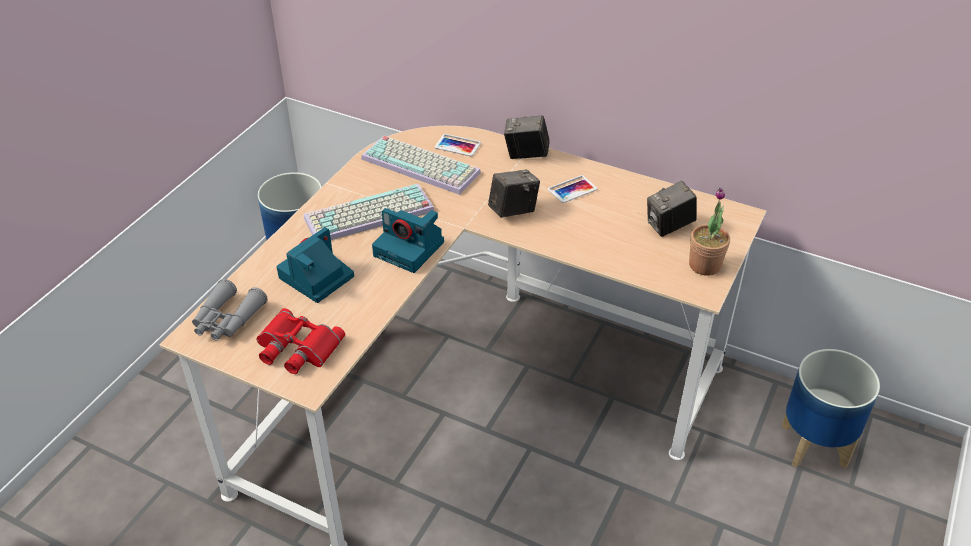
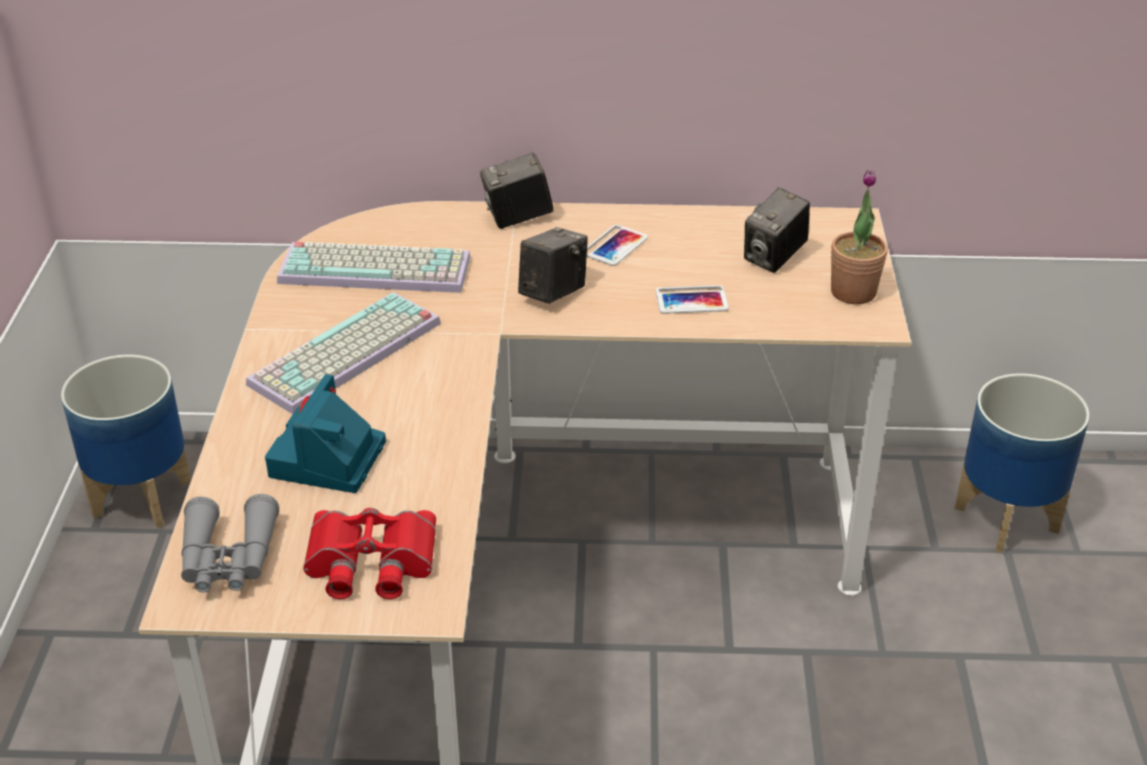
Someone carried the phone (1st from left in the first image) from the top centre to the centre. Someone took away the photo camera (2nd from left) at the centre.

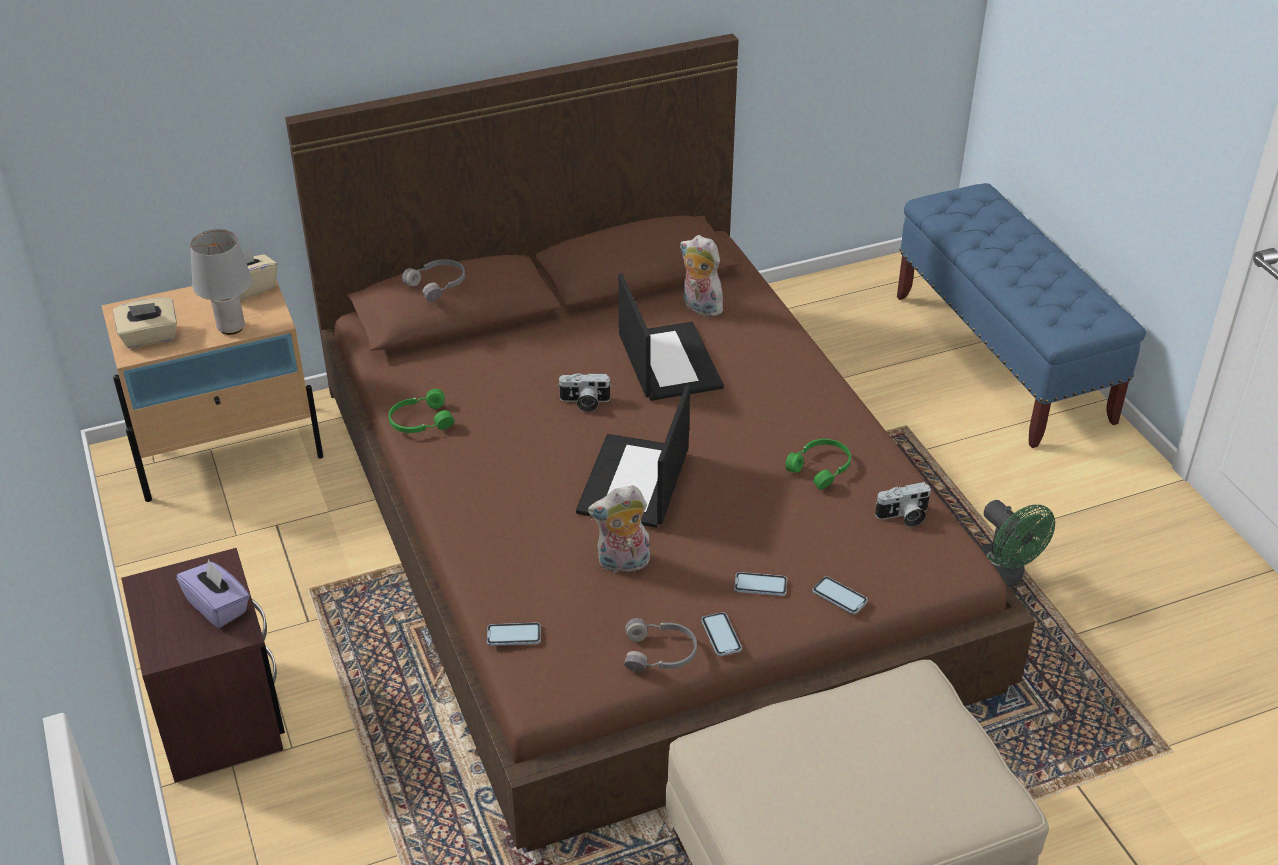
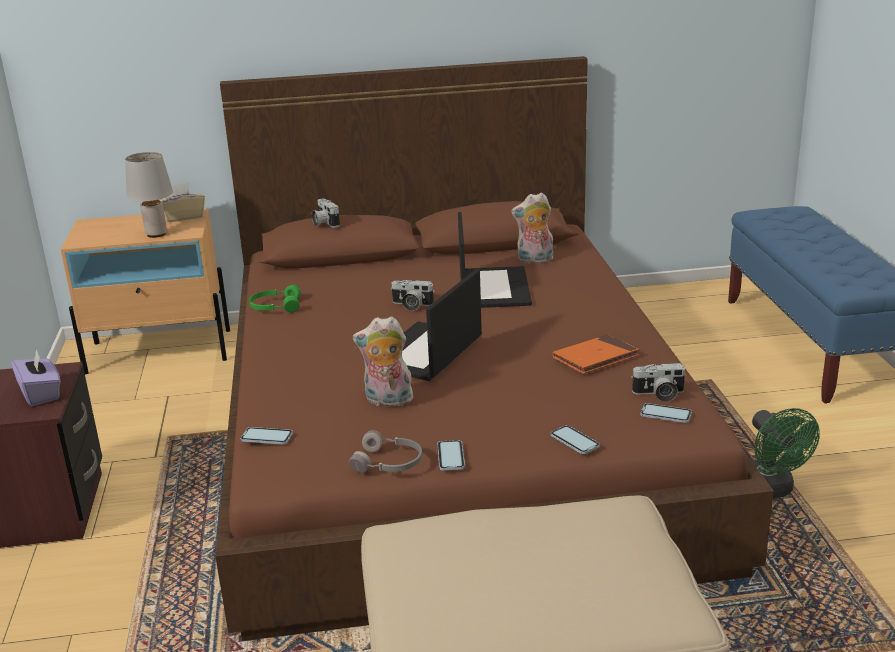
Someone rotated the plush toy (2nd from left) at the top centre by 60 degrees counterclockwise. Someone swapped the headphones/grey (1st from left) at the top centre for the photo camera (1st from left) at the top centre. Someone took away the tissue box/beige (1st from left) at the middle left. Someone swapped the headphones/green (2nd from left) at the centre for the book/orange at the centre. Someone carried the phone (3rd from left in the first image) from the bottom centre to the middle right.

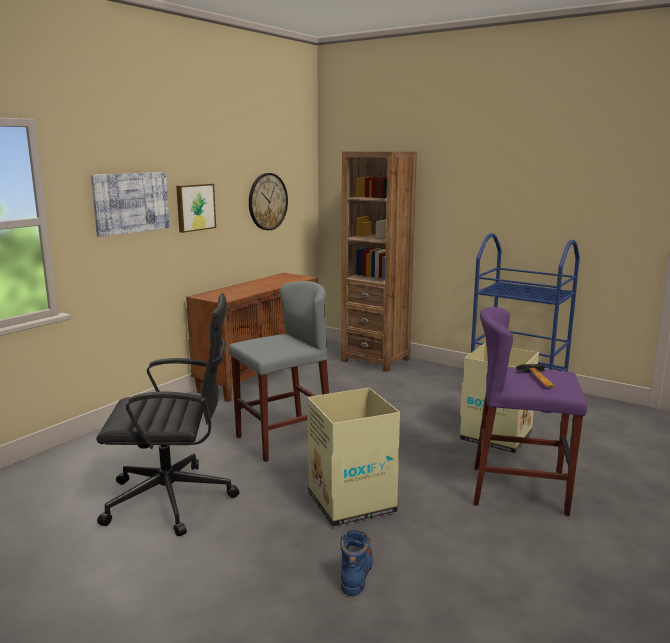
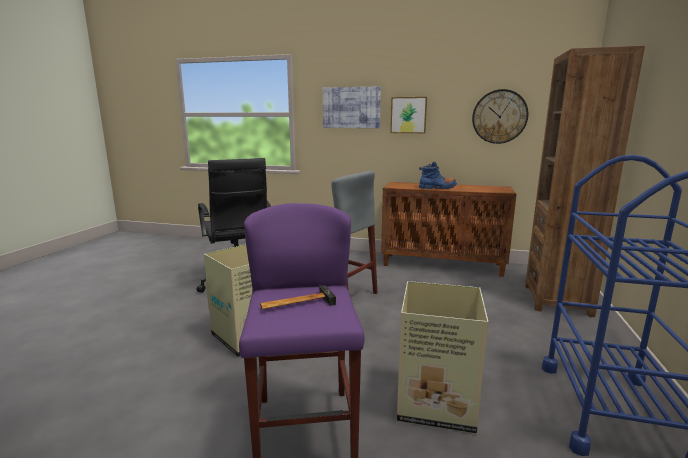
Someone carried the boot/blue from the bottom centre to the centre.

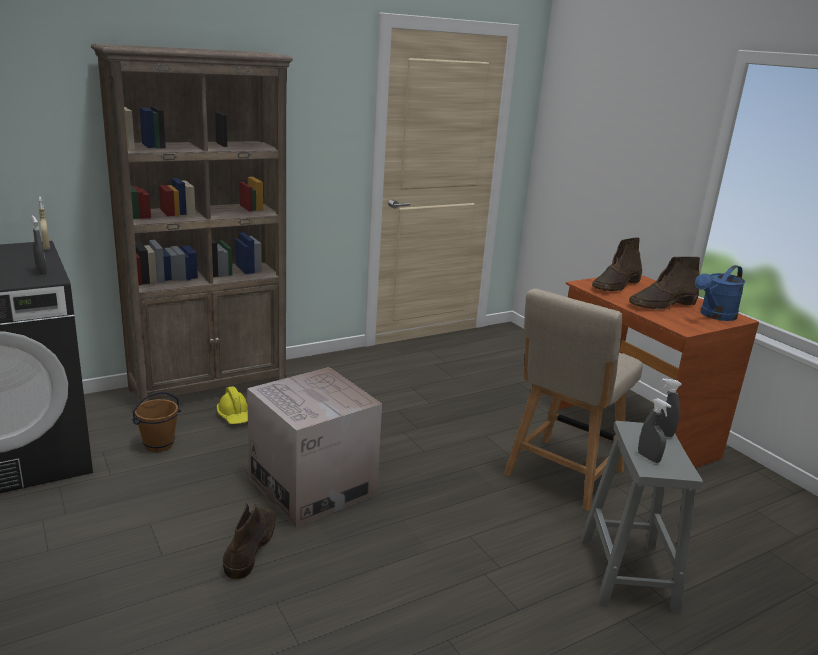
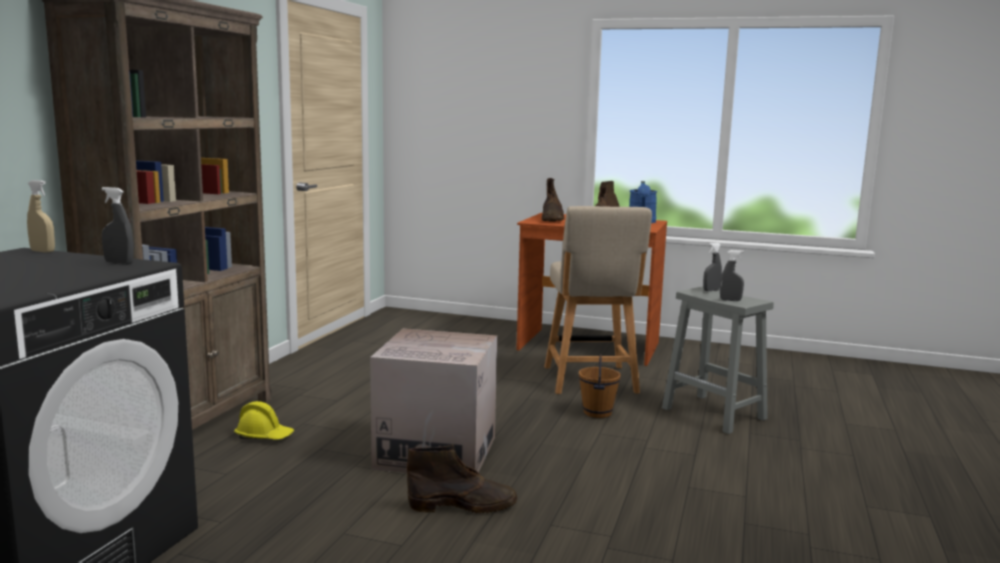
Someone carried the bucket/brown from the middle left to the bottom centre. Someone rotated the boot/brown (1st from left) at the bottom left by 120 degrees clockwise.

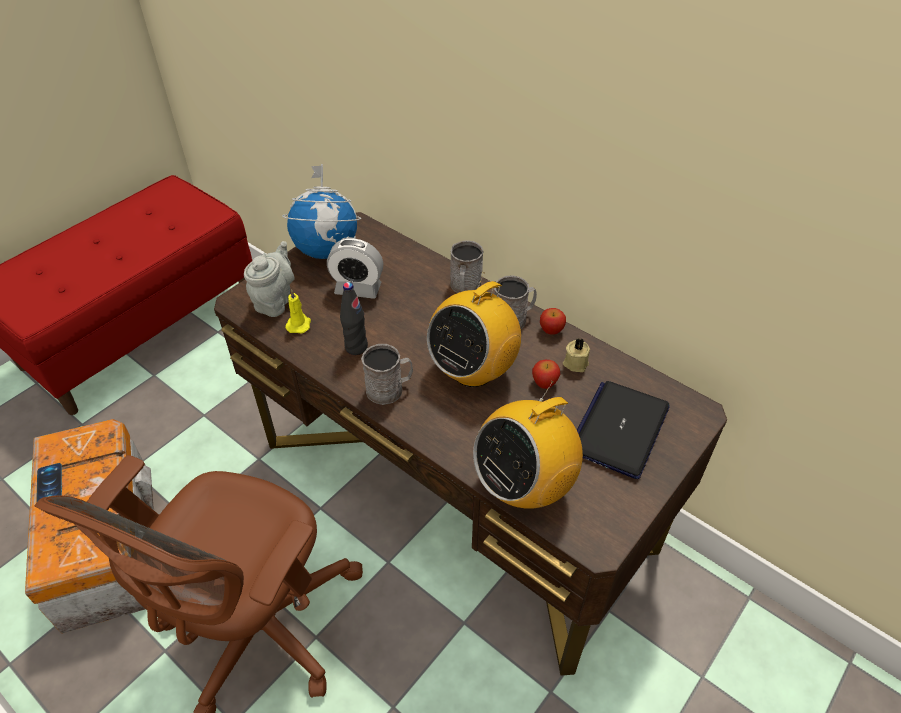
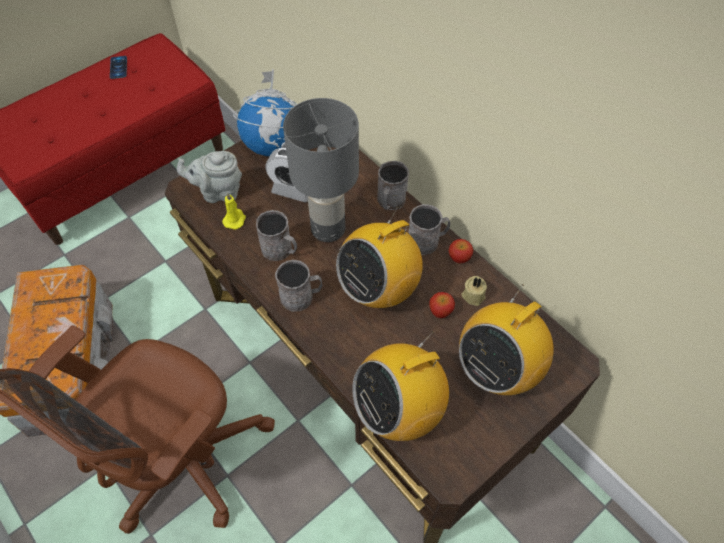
Someone rotated the teapot/grey at the middle left by 120 degrees counterclockwise. Someone swapped the bottle/black at the centre for the mug/grey (1st from left) at the centre. Someone swapped the laptop at the middle right for the radio (3rd from left) at the middle right. Someone carried the phone from the bottom left to the top left. Someone put down the table lamp/grey at the top centre.

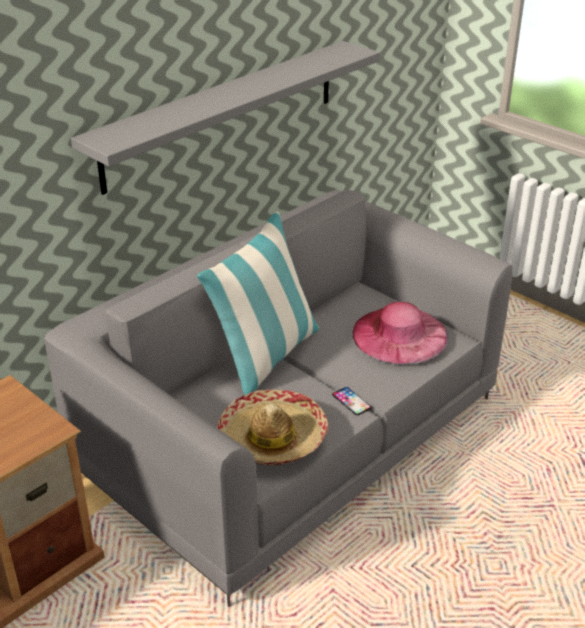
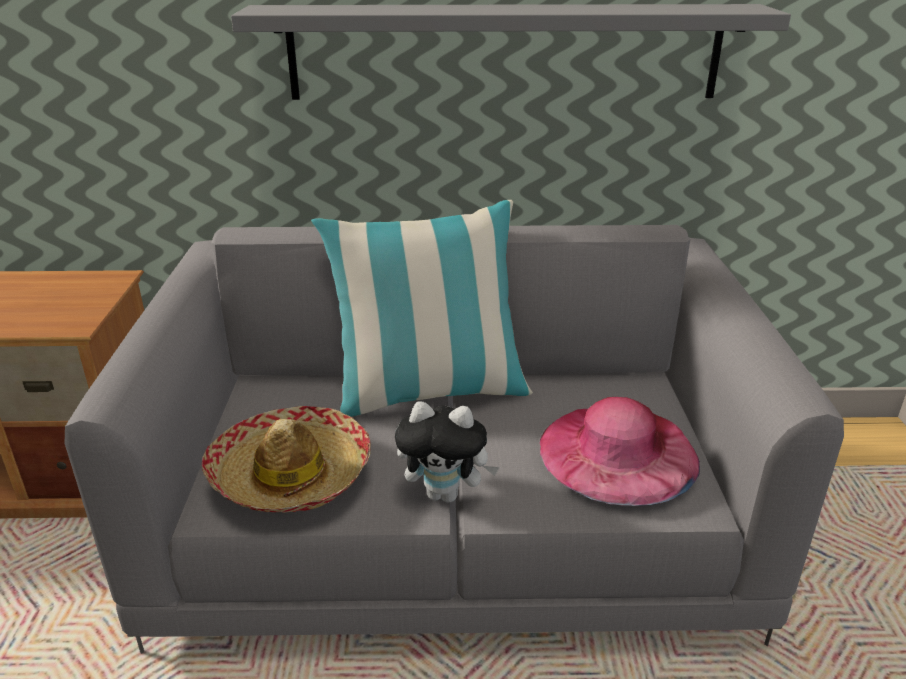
Someone swapped the phone at the centre for the plush toy at the centre.

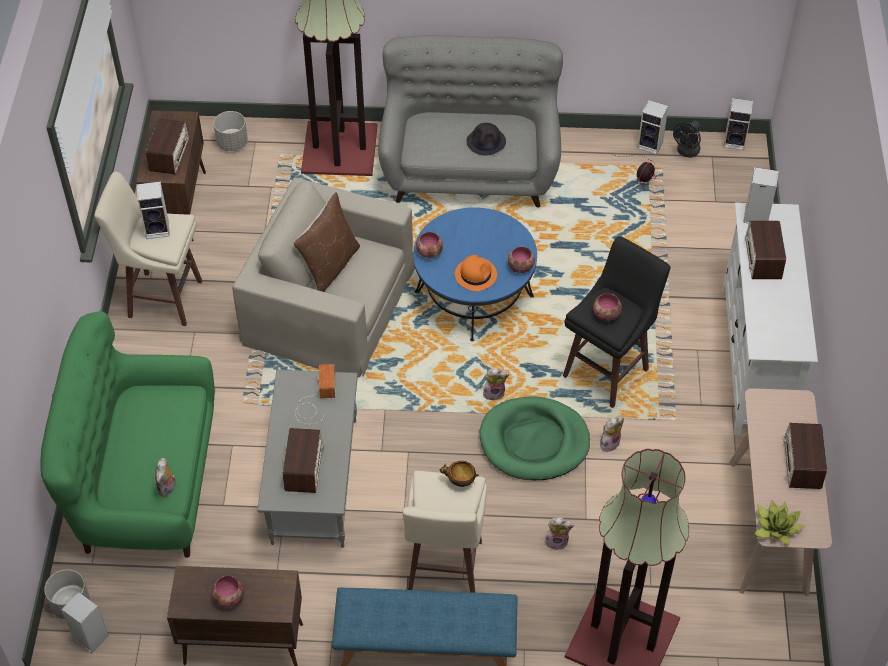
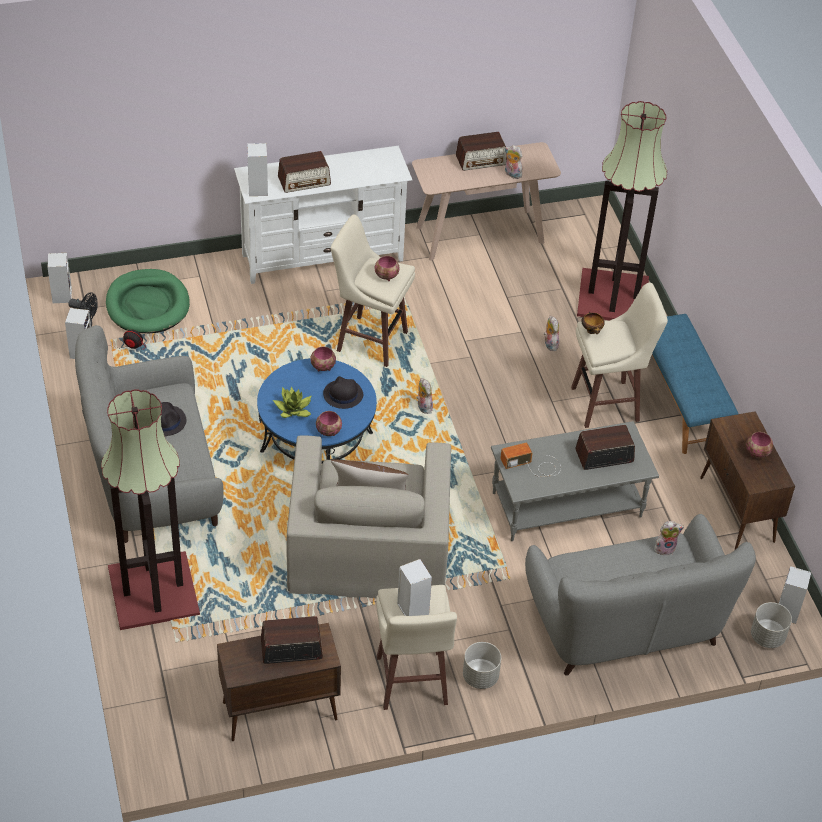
Someone carried the planter/grey (2nd from left in the first image) from the top left to the bottom centre. Someone repainted the stool/black at the middle right, which became the stool/beige (1st from left) at the centre. Someone repainted the hat/orange at the centre, which became the hat/black (2nd from left) at the centre. Someone repainted the sofa/green at the middle left, which became the sofa/grey (2nd from left) at the bottom right. Someone carried the dog bed/green from the centre to the middle left. Someone carried the plush toy (4th from left in the first image) from the middle right to the top centre. Someone carried the potted plant from the bottom right to the centre.

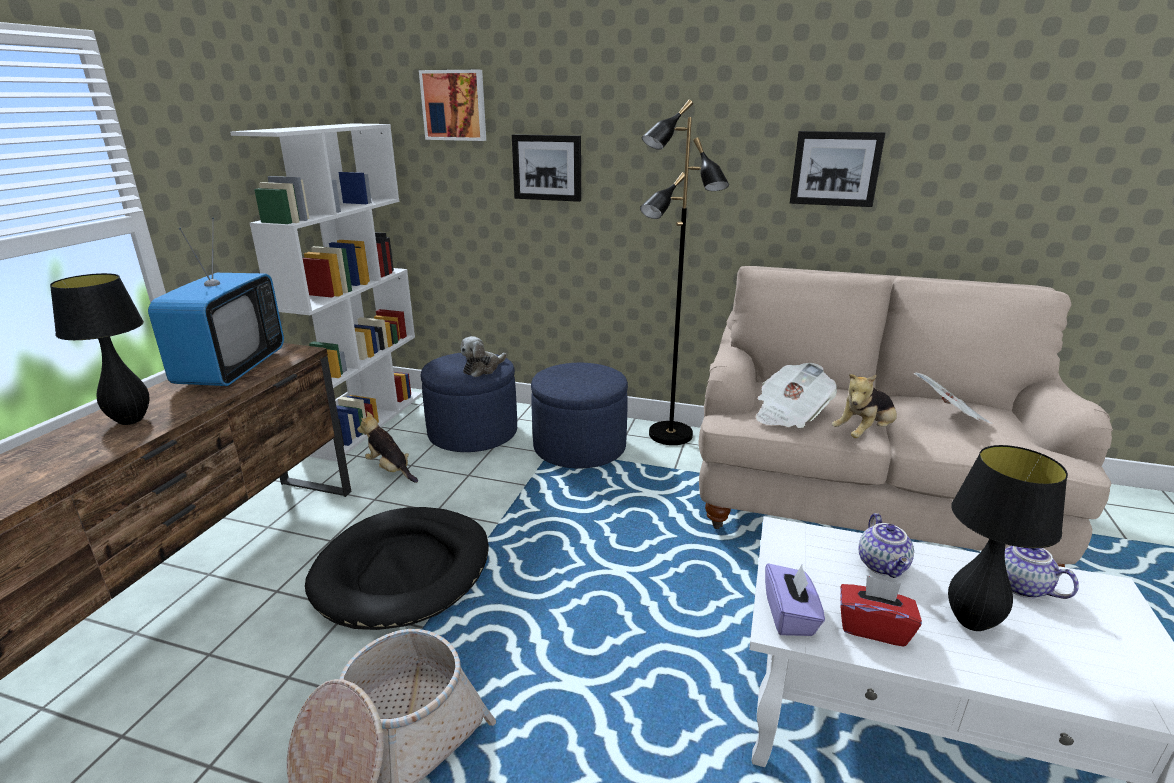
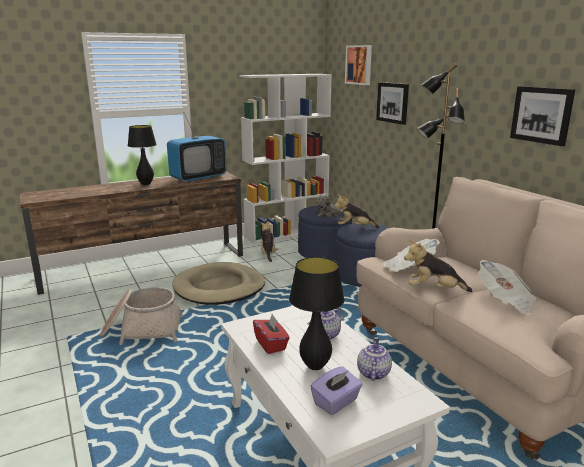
Someone repainted the dog bed/black at the bottom centre, which became the dog bed/beige at the centre. Someone carried the tissue box/purple from the bottom right to the bottom centre. Someone put down the plush toy (3rd from left) at the centre.

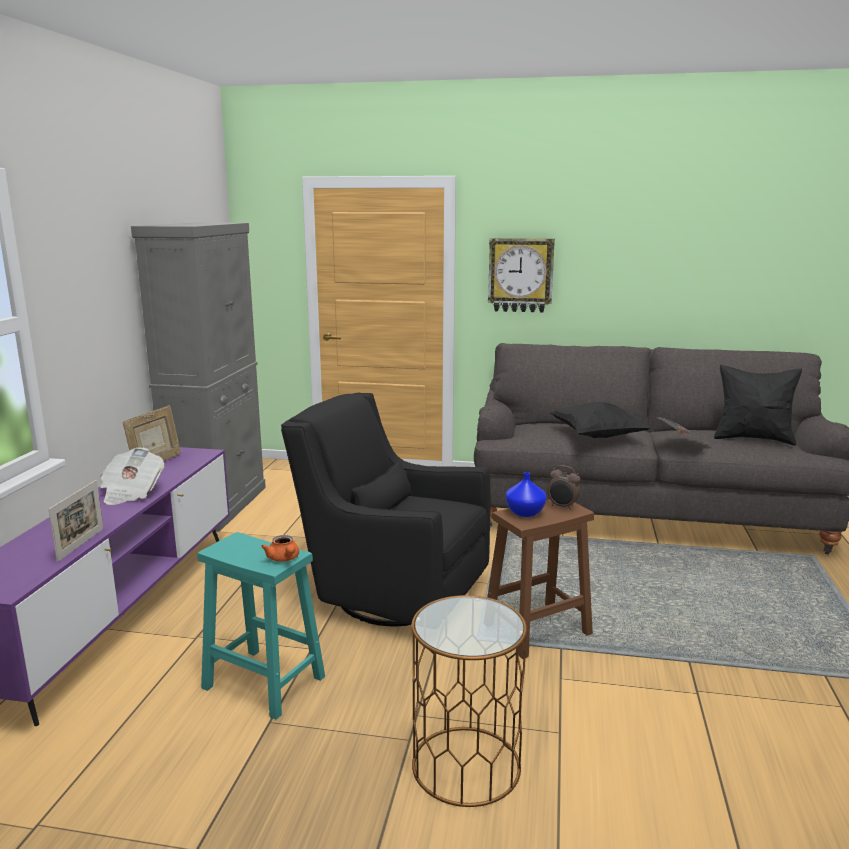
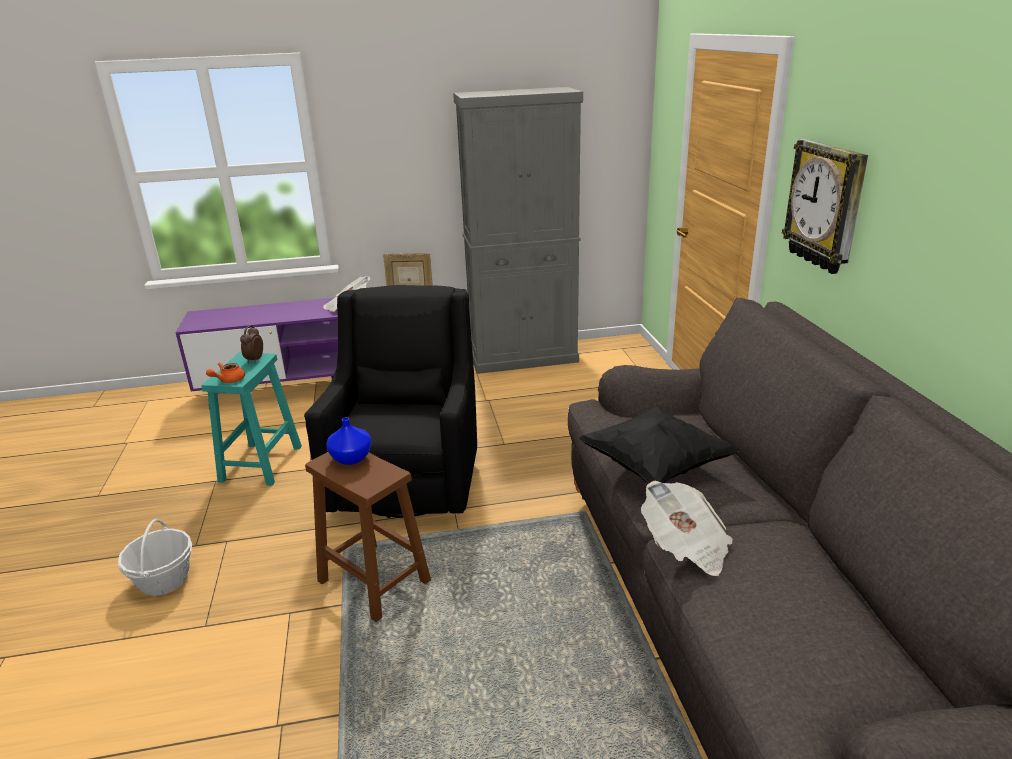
Someone took away the pillow/black (2nd from left) at the middle right. Someone carried the alarm clock from the centre to the middle left. Someone took away the picture frame (1st from left) at the middle left. Someone swapped the side table/brown at the bottom centre for the basket at the bottom left.

